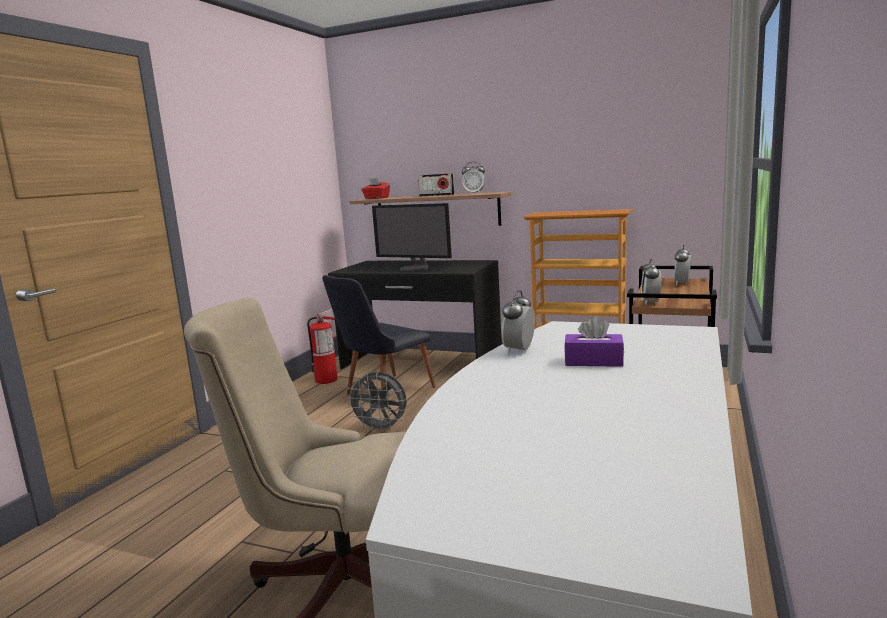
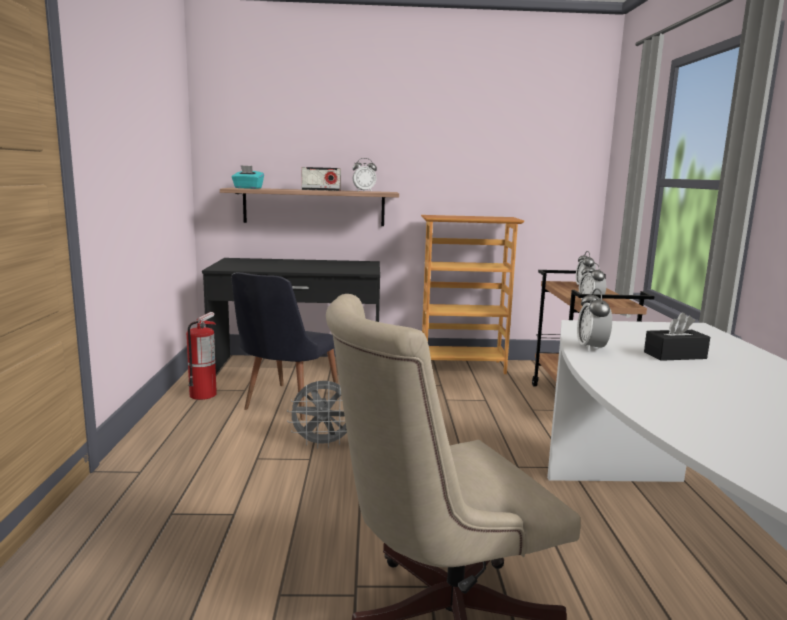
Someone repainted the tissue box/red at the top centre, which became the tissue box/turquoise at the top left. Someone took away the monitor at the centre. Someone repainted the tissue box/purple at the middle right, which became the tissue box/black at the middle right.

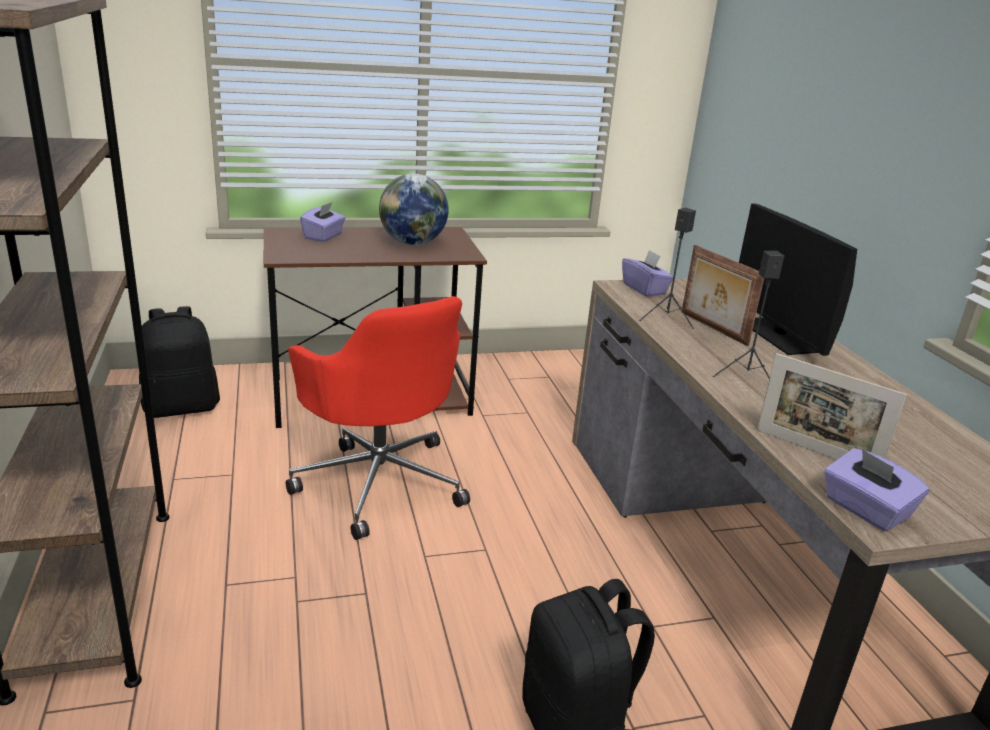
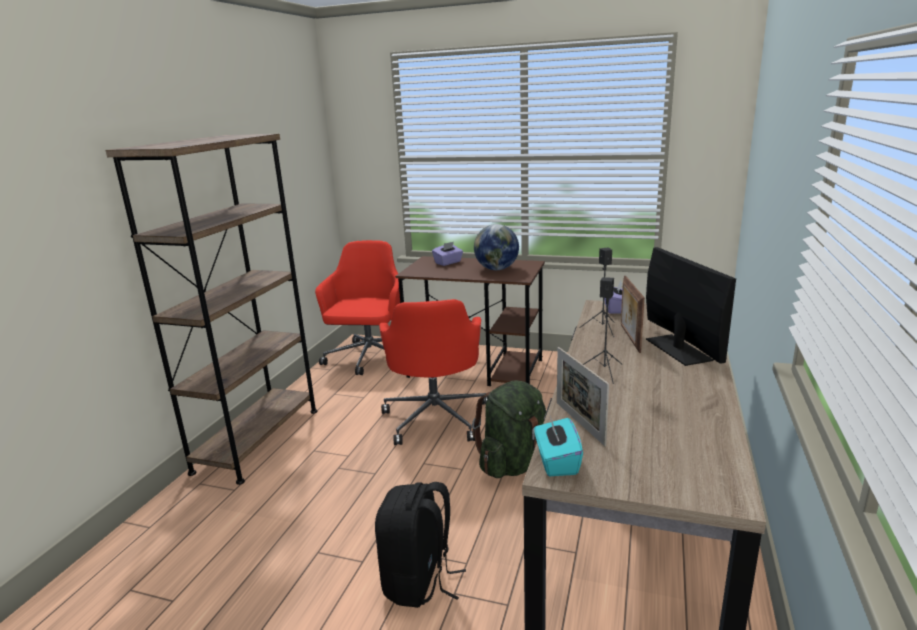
Someone rotated the monitor at the middle right by 150 degrees clockwise. Someone swapped the backpack/black (1st from left) at the middle left for the office chair/red (1st from left) at the centre. Someone repainted the tissue box/purple (3rd from left) at the bottom right, which became the tissue box/turquoise at the bottom centre. Someone put down the backpack/green at the bottom centre.

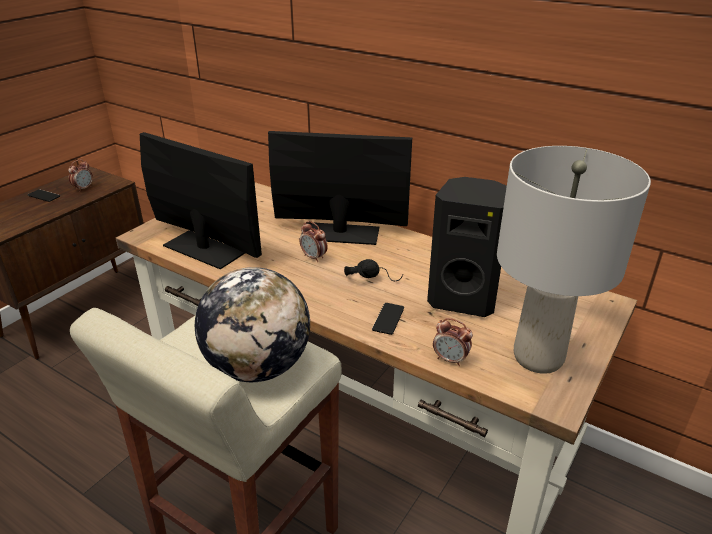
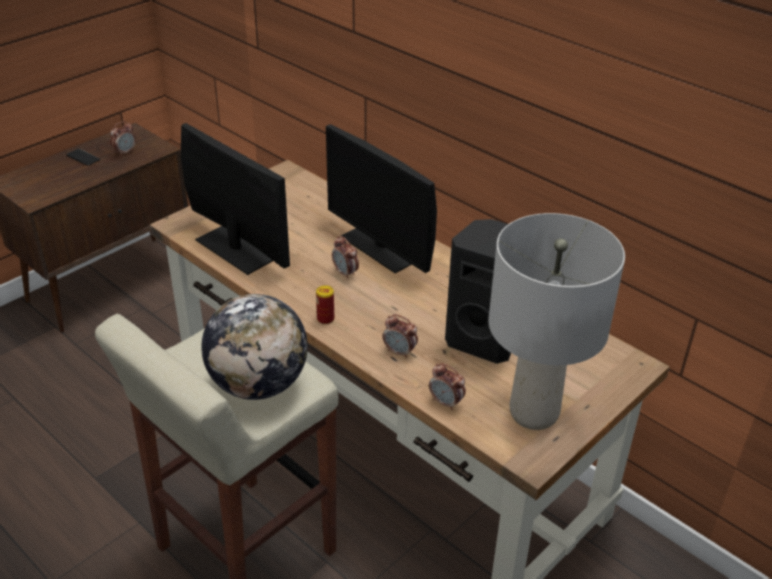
Someone rotated the monitor (2nd from left) at the centre by 150 degrees counterclockwise. Someone took away the headphones/black at the centre. Someone swapped the phone (2nd from left) at the centre for the alarm clock (3rd from left) at the centre. Someone put down the can at the centre.

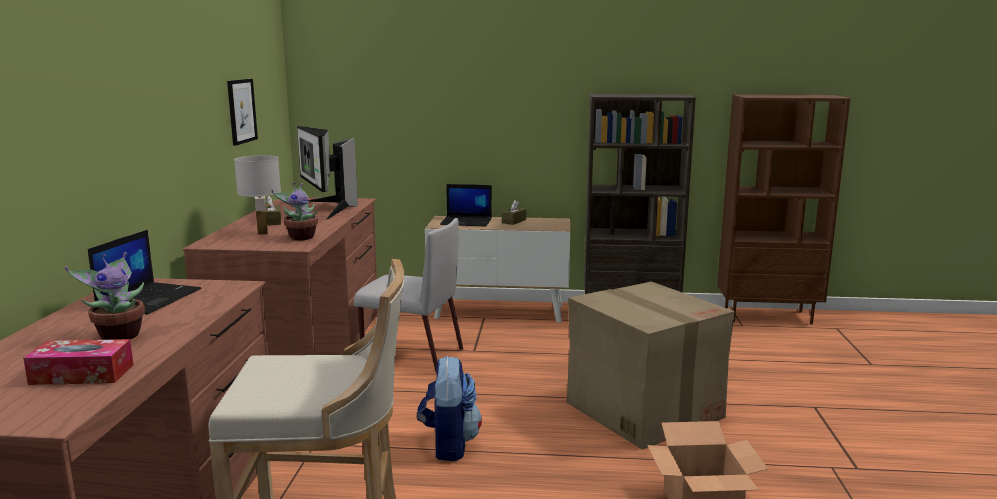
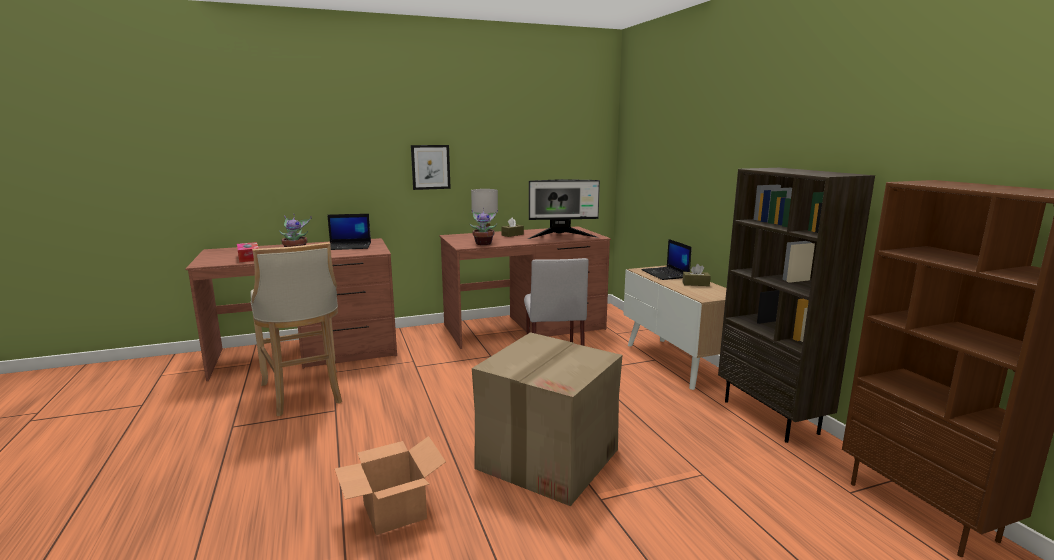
Someone carried the picture from the top left to the top centre. Someone rotated the monitor at the middle left by 135 degrees counterclockwise. Someone took away the backpack at the bottom centre.

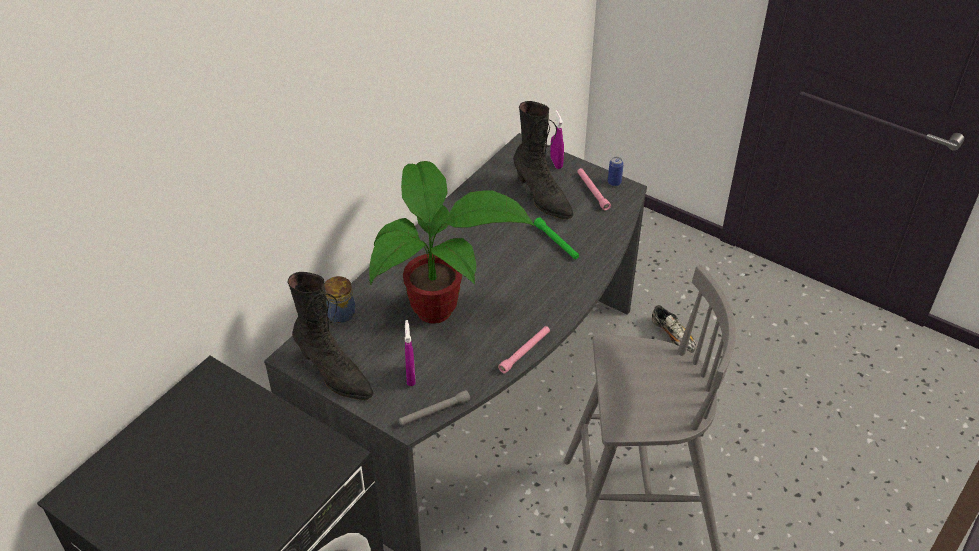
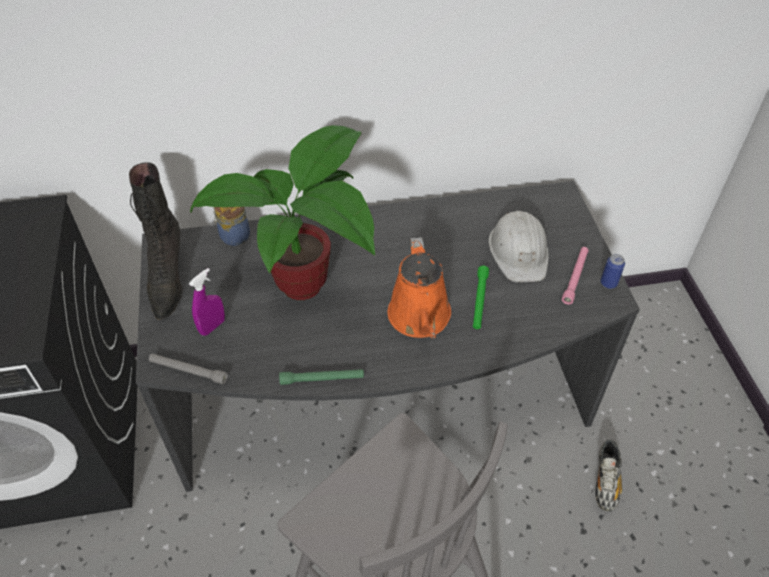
Someone swapped the boot/black (2nd from left) at the top centre for the hard hat/white at the middle right. Someone took away the spray bottle/purple (2nd from left) at the top centre. Someone repainted the flashlight/pink (1st from left) at the centre, which became the flashlight/green (1st from left) at the centre. Someone put down the watering can/orange at the centre.

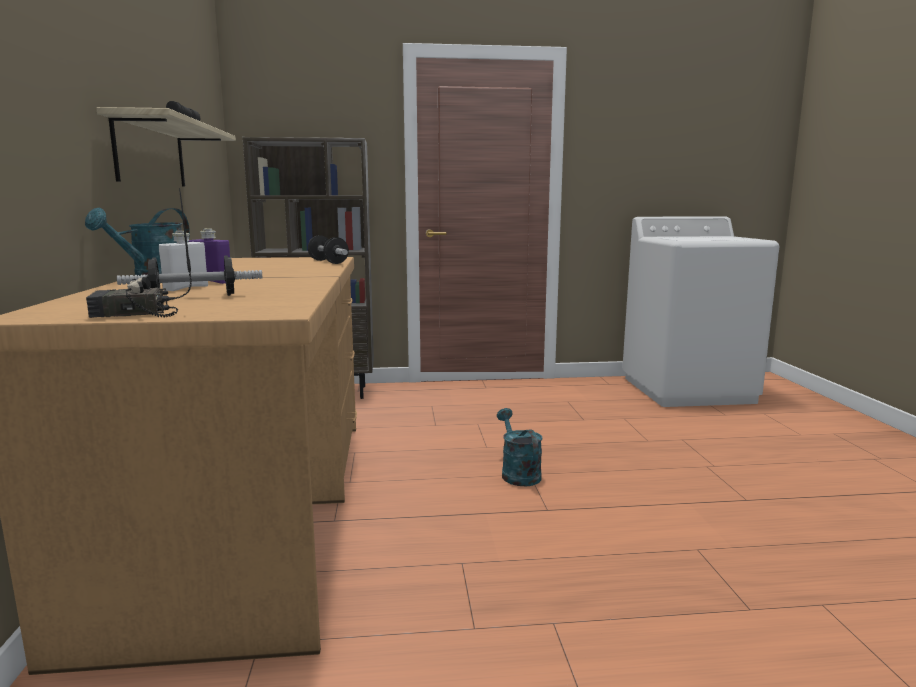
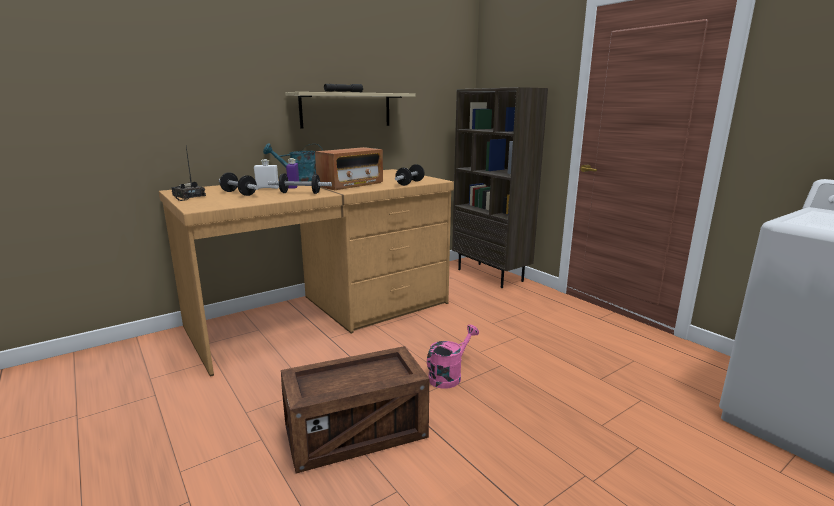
Someone repainted the watering can/turquoise (2nd from left) at the centre, which became the watering can/pink at the bottom centre. Someone put down the radio (2nd from left) at the top centre. Someone put down the dumbbell (2nd from left) at the centre. Someone put down the crate at the bottom centre.

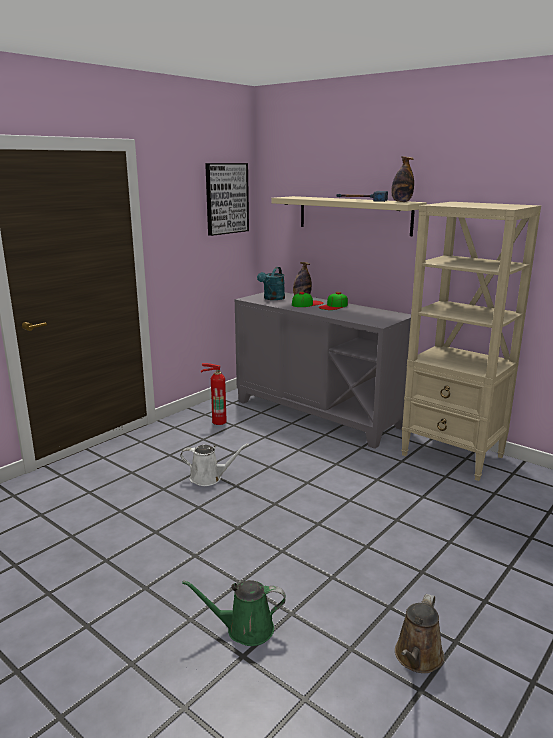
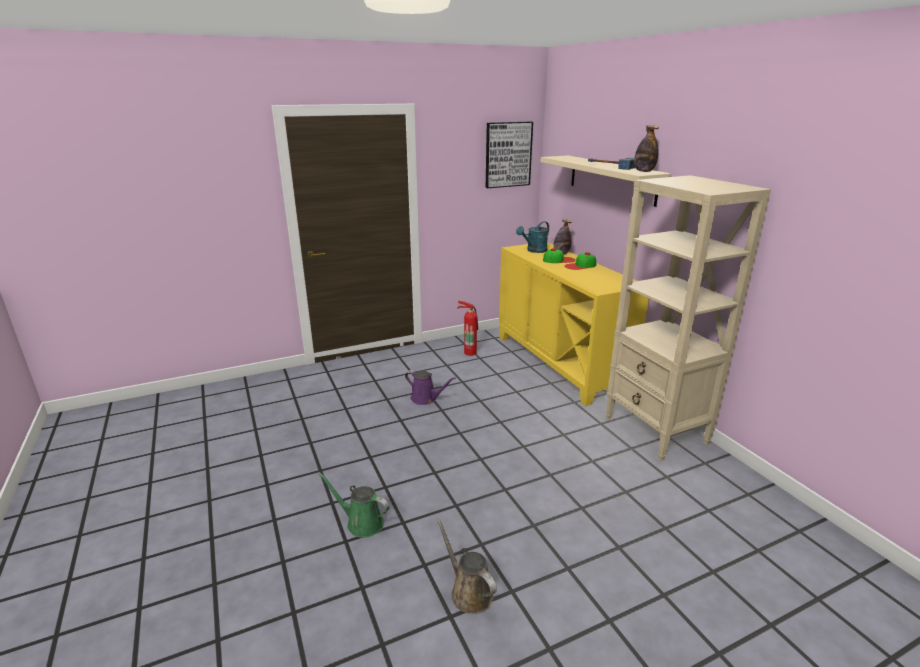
Someone repainted the cabinet/grey at the centre, which became the cabinet/yellow at the centre. Someone repainted the watering can/white at the centre, which became the watering can/purple at the centre. Someone rotated the watering can/brown at the bottom right by 90 degrees clockwise.

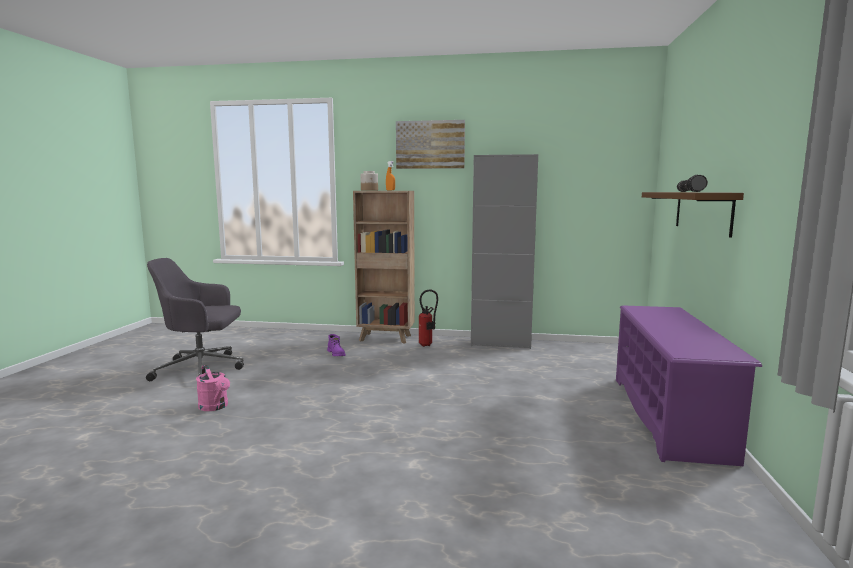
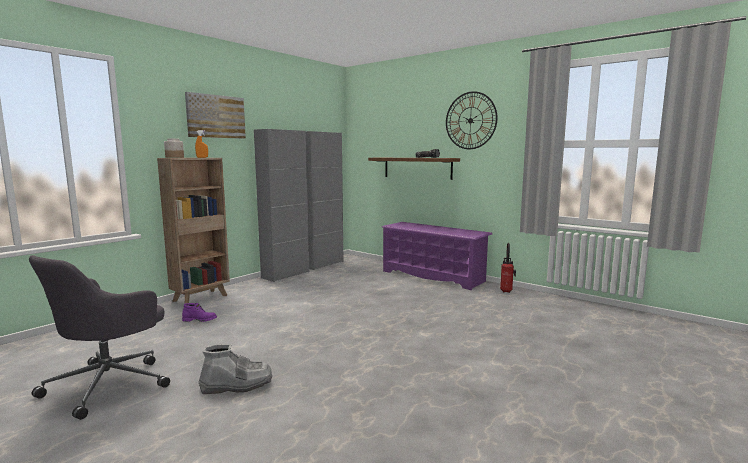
Someone carried the fire extinguisher from the centre to the middle right. Someone swapped the watering can/pink at the bottom left for the boot/grey at the bottom left. Someone put up the wall clock at the top centre. Someone put down the cabinet/grey (2nd from left) at the centre.

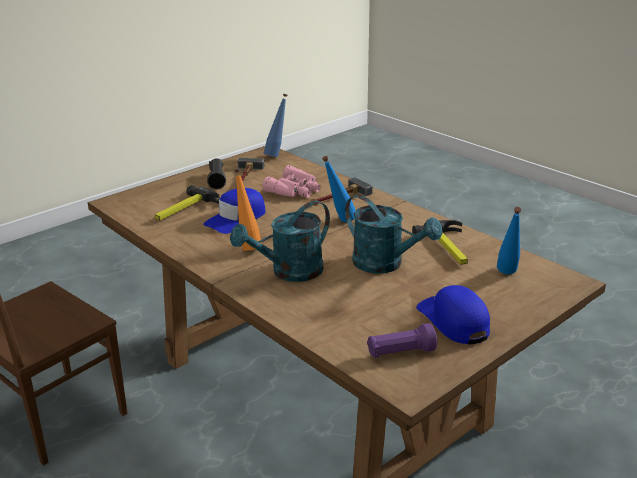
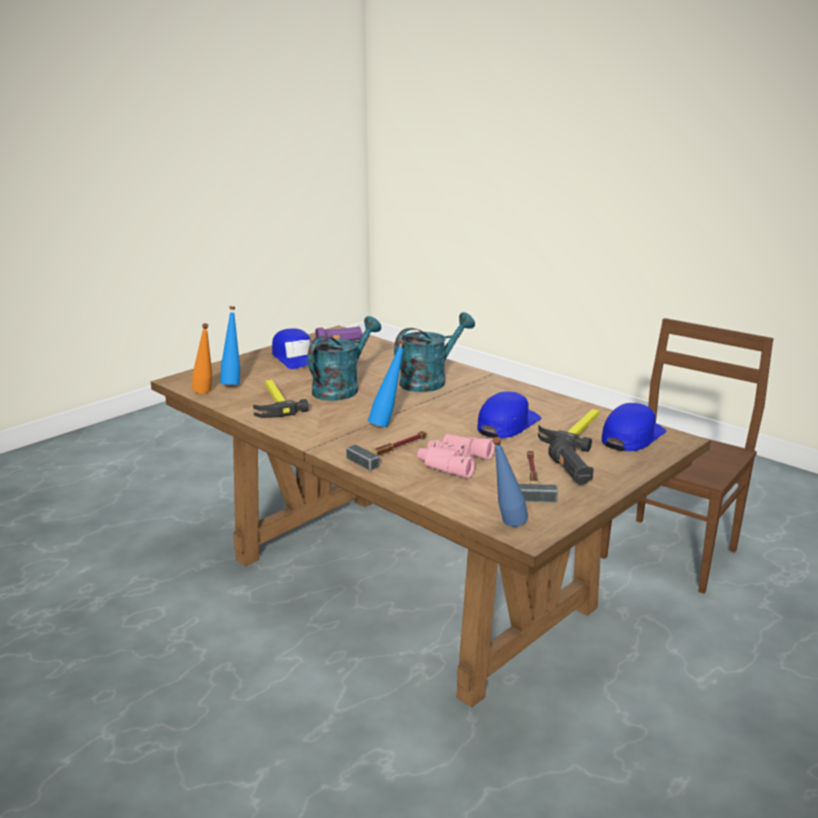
Someone carried the bottle/orange from the centre to the middle left. Someone rotated the watering can/turquoise (2nd from left in the first image) at the centre by 90 degrees clockwise. Someone put down the cap/blue (3rd from left) at the middle right.

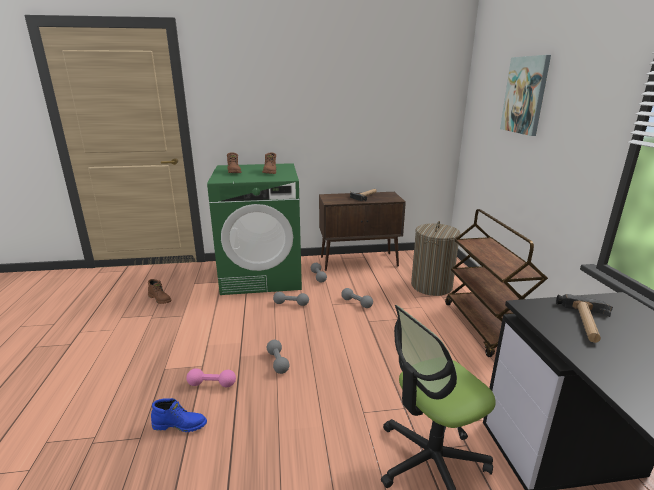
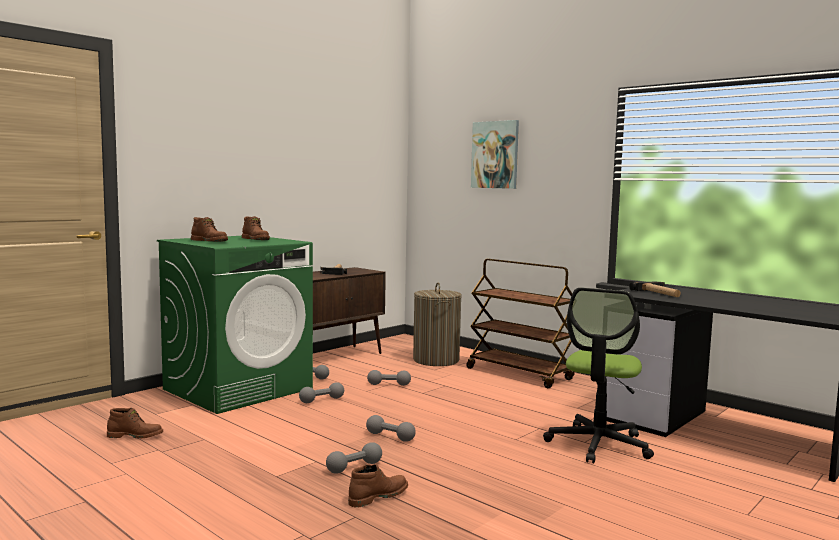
Someone repainted the dumbbell/pink at the bottom left, which became the dumbbell/grey (3rd from left) at the bottom centre. Someone repainted the boot/blue at the bottom left, which became the boot/brown (4th from left) at the bottom centre.

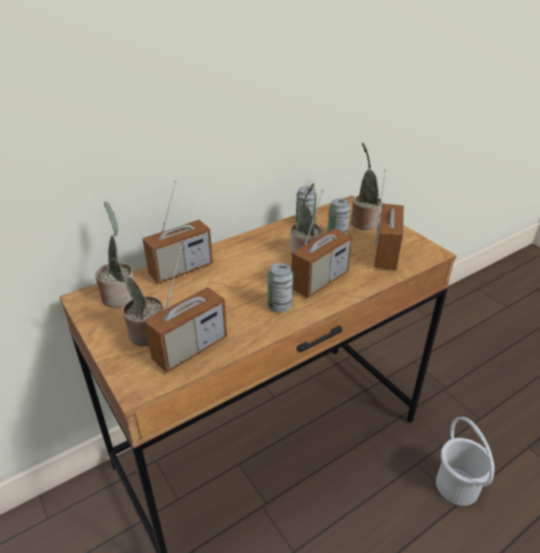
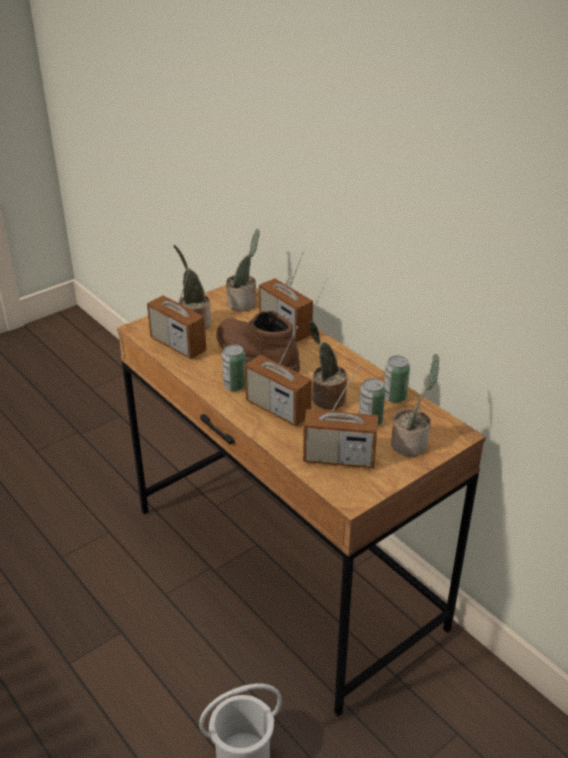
Someone put down the boot/brown at the centre.

